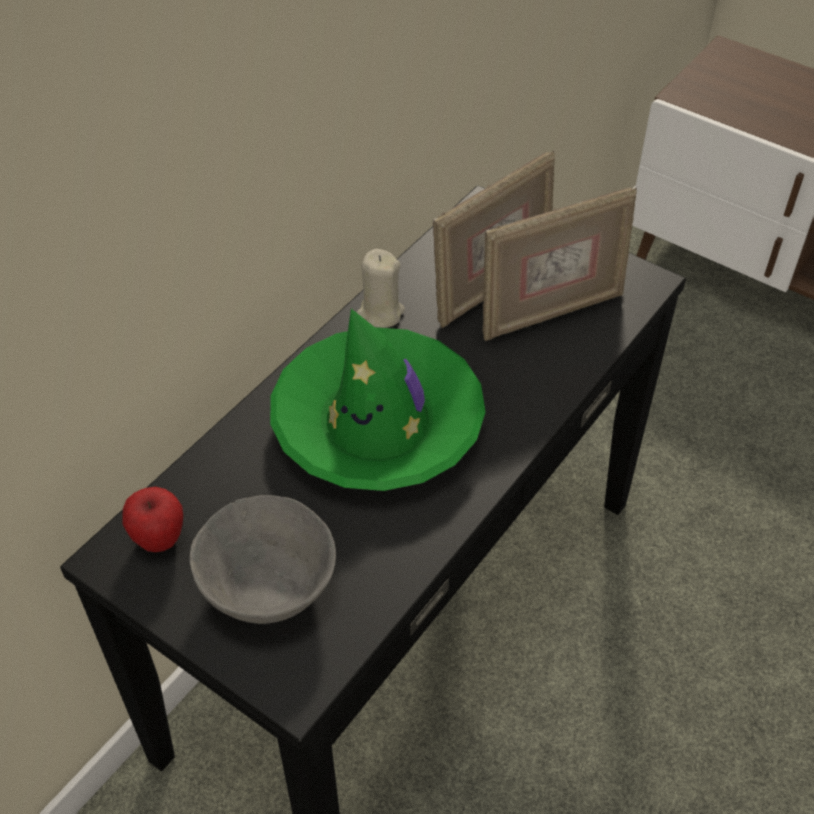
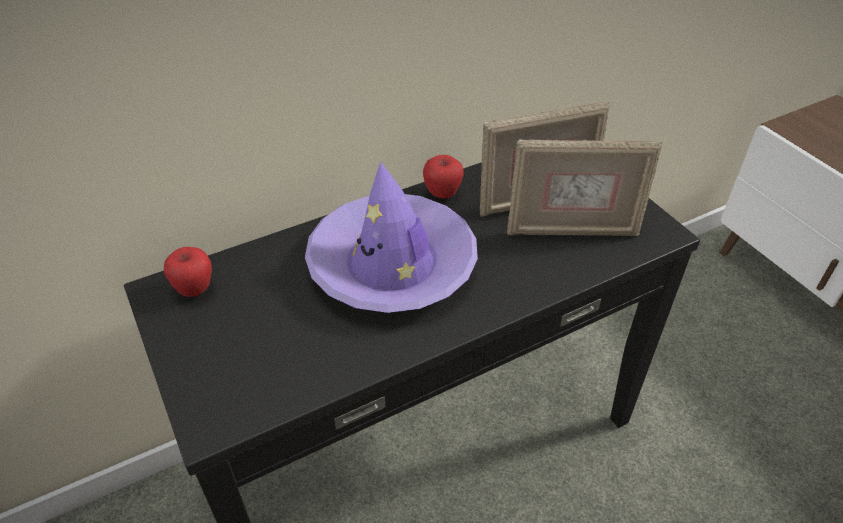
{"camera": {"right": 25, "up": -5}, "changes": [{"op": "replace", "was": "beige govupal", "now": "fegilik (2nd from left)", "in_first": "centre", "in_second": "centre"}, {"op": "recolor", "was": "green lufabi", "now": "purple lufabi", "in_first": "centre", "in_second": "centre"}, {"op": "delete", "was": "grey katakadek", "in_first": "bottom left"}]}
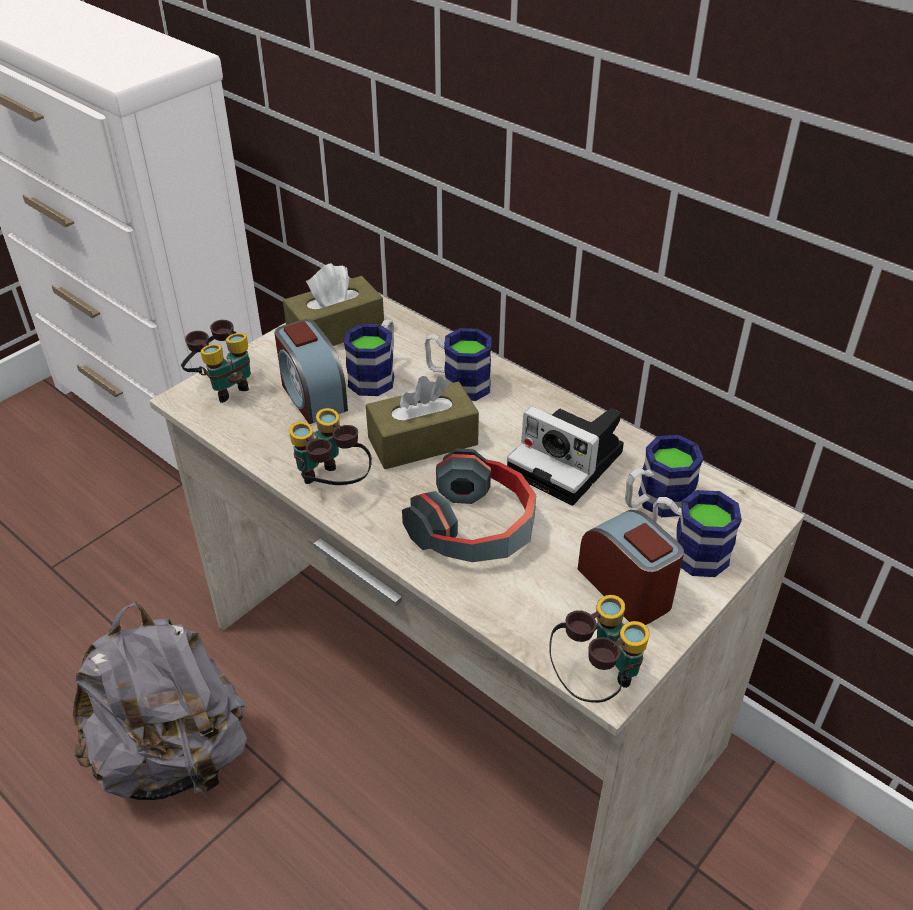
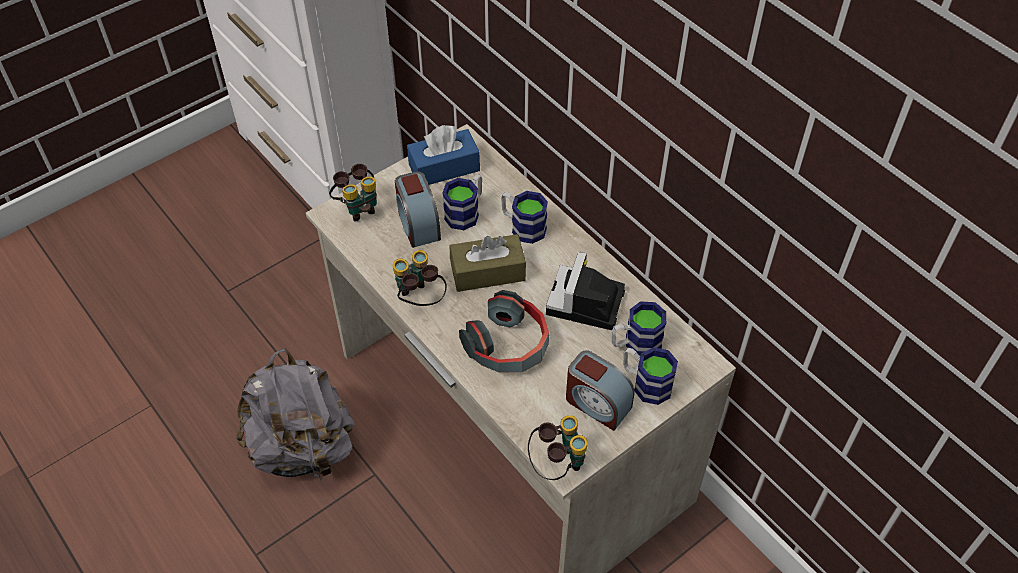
{"camera": {"right": 10, "up": 10}, "changes": [{"op": "recolor", "was": "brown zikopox (1st from left)", "now": "blue zikopox", "in_first": "centre", "in_second": "top centre"}, {"op": "rotate", "was": "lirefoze", "in_first": "centre", "in_second": "centre", "clockwise": 60}, {"op": "rotate", "was": "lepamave (2nd from left)", "in_first": "middle right", "in_second": "bottom centre", "clockwise": 150}]}
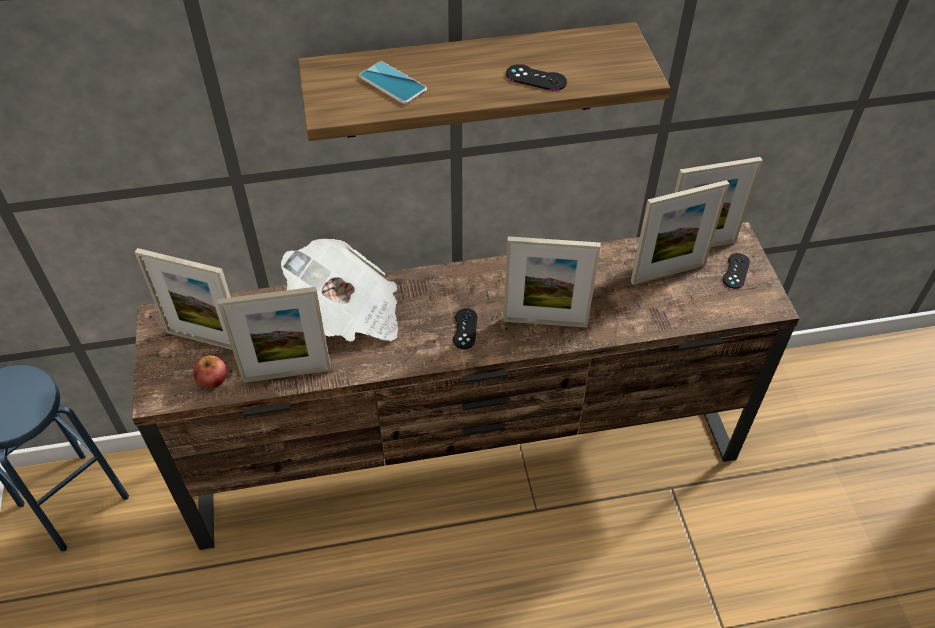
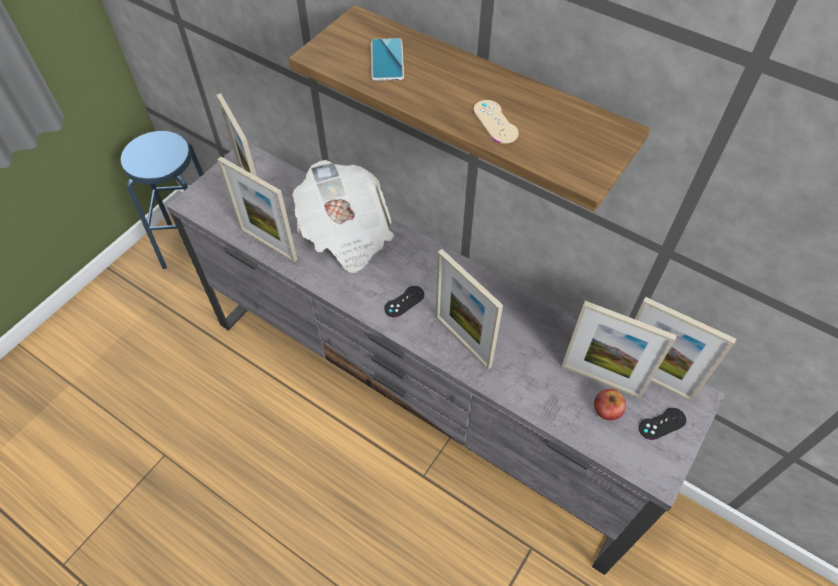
{"camera": {"right": 45, "up": 5}, "changes": [{"op": "recolor", "was": "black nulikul (2nd from left)", "now": "beige nulikul", "in_first": "top centre", "in_second": "top centre"}, {"op": "recolor", "was": "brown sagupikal", "now": "grey sagupikal", "in_first": "centre", "in_second": "centre"}, {"op": "move", "was": "fegilik", "in_first": "middle left", "in_second": "bottom right"}]}
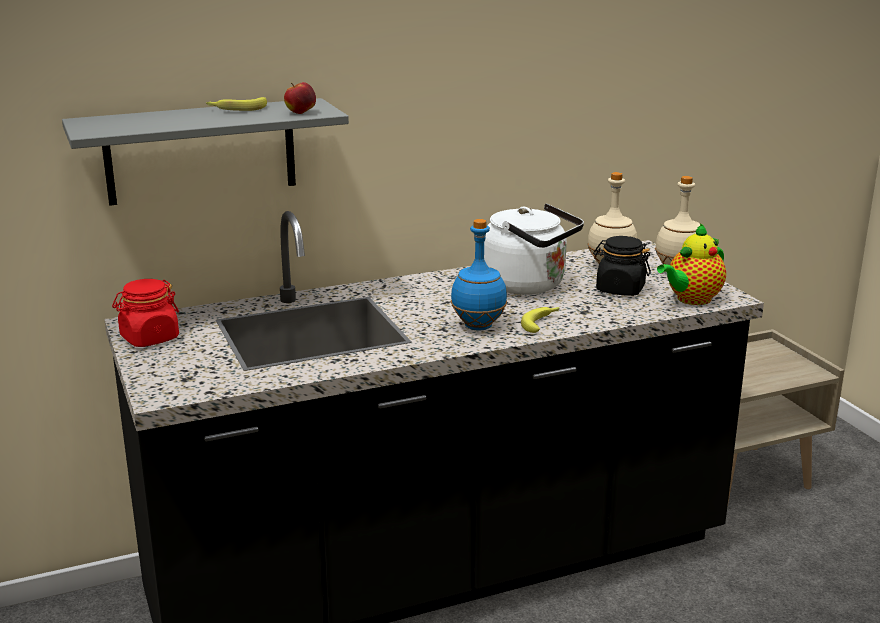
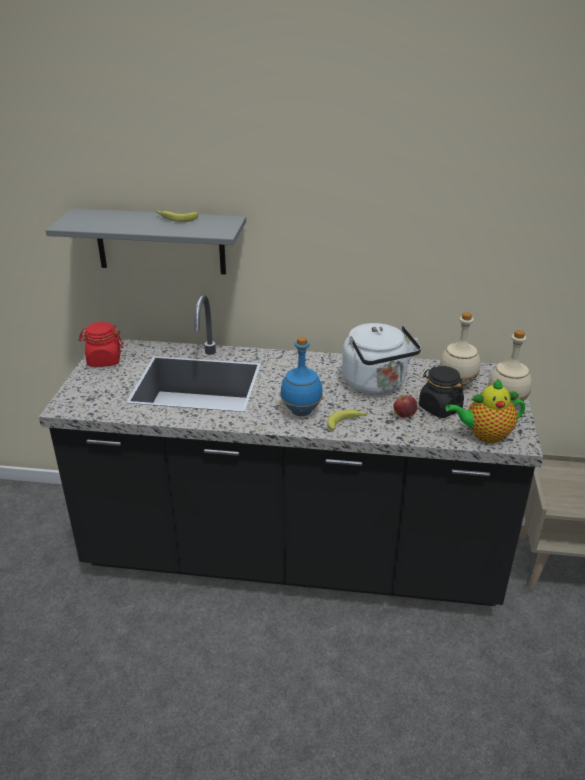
{"camera": {"right": 30, "up": 10}, "changes": [{"op": "move", "was": "fegilik", "in_first": "top centre", "in_second": "middle right"}]}
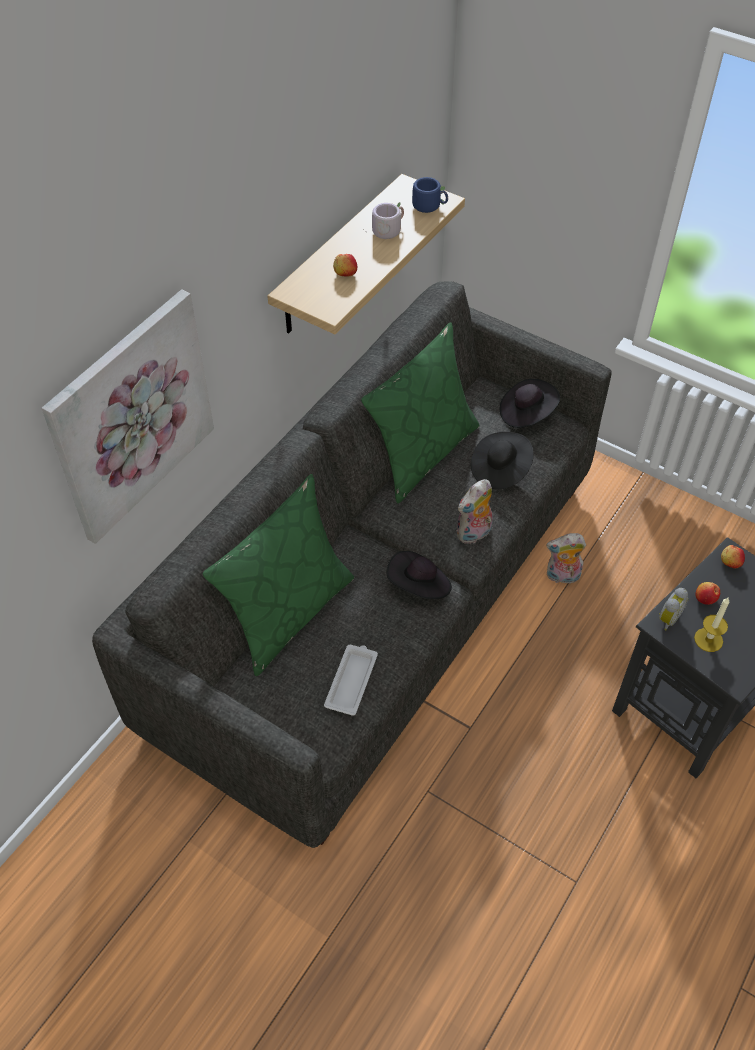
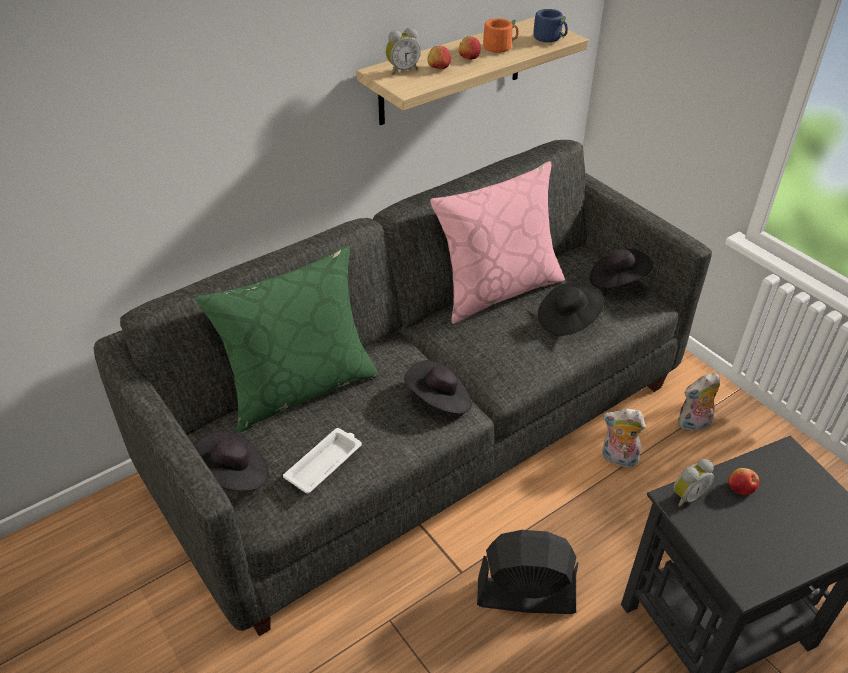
{"camera": {"right": 20, "up": -10}, "changes": [{"op": "recolor", "was": "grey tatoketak", "now": "orange tatoketak", "in_first": "top centre", "in_second": "top centre"}, {"op": "delete", "was": "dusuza", "in_first": "middle left"}, {"op": "recolor", "was": "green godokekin (2nd from left)", "now": "pink godokekin", "in_first": "centre", "in_second": "centre"}, {"op": "move", "was": "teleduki (1st from left in the first image)", "now": "teleduki (2nd from left)", "in_first": "centre", "in_second": "middle right"}, {"op": "move", "was": "fegilik (3rd from left in the first image)", "now": "fegilik (2nd from left)", "in_first": "middle right", "in_second": "top centre"}, {"op": "delete", "was": "govupal", "in_first": "middle right"}, {"op": "insert", "now": "lepamave (1st from left)", "in_second": "top centre"}, {"op": "insert", "now": "black lufabi (1st from left)", "in_second": "bottom left"}, {"op": "insert", "now": "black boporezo", "in_second": "bottom centre"}]}
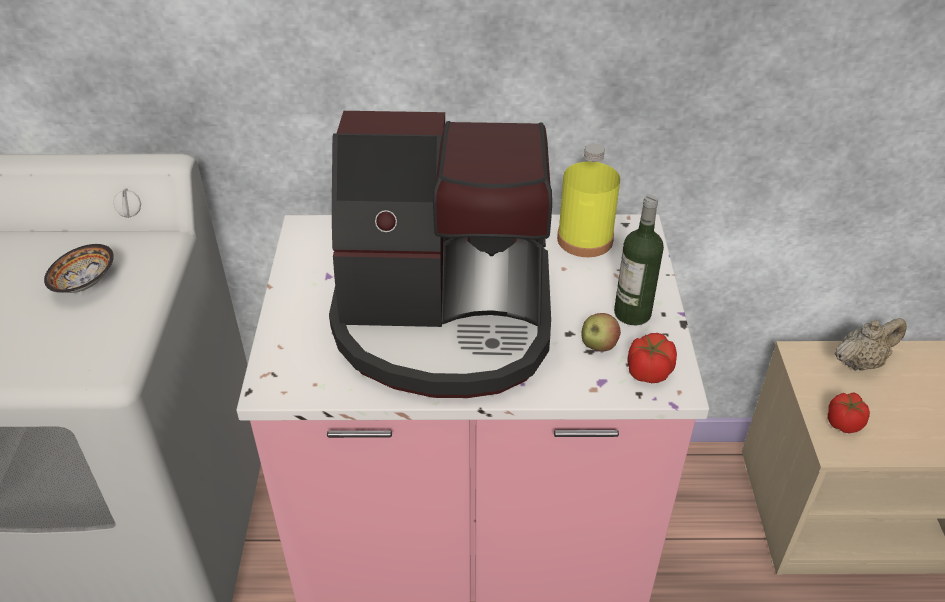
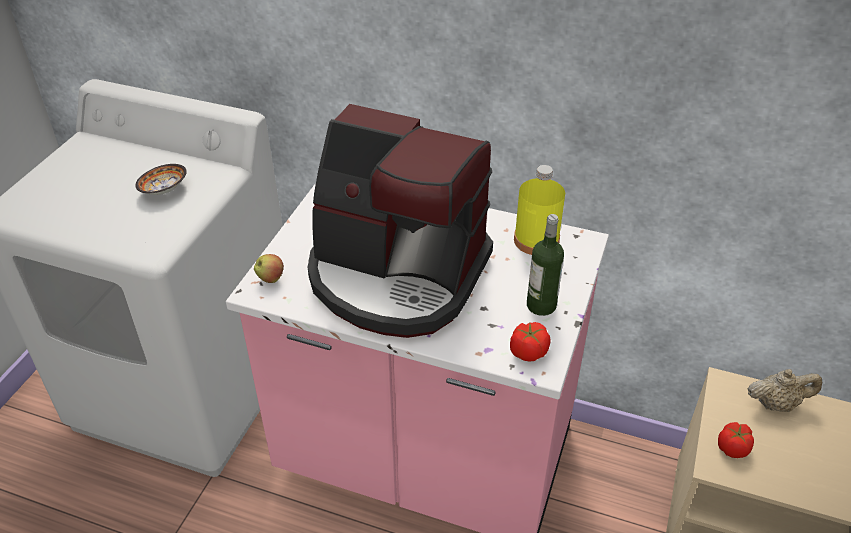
{"camera": {"right": 20, "up": 0}, "changes": [{"op": "move", "was": "fegilik", "in_first": "centre", "in_second": "middle left"}]}
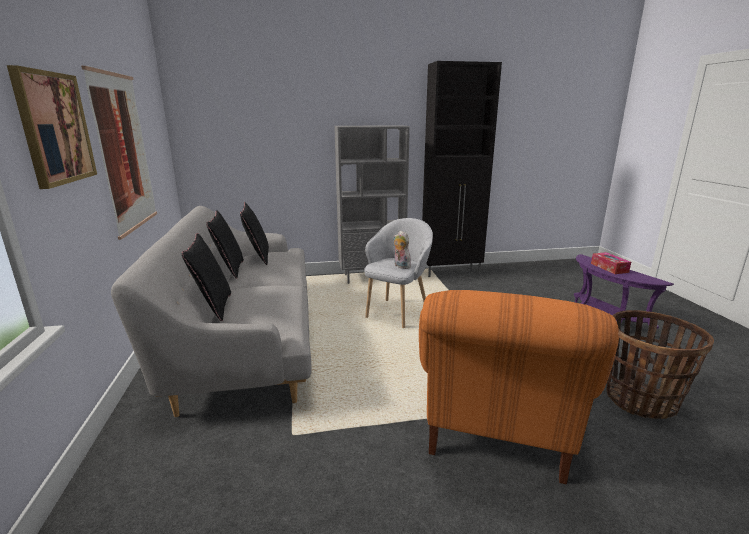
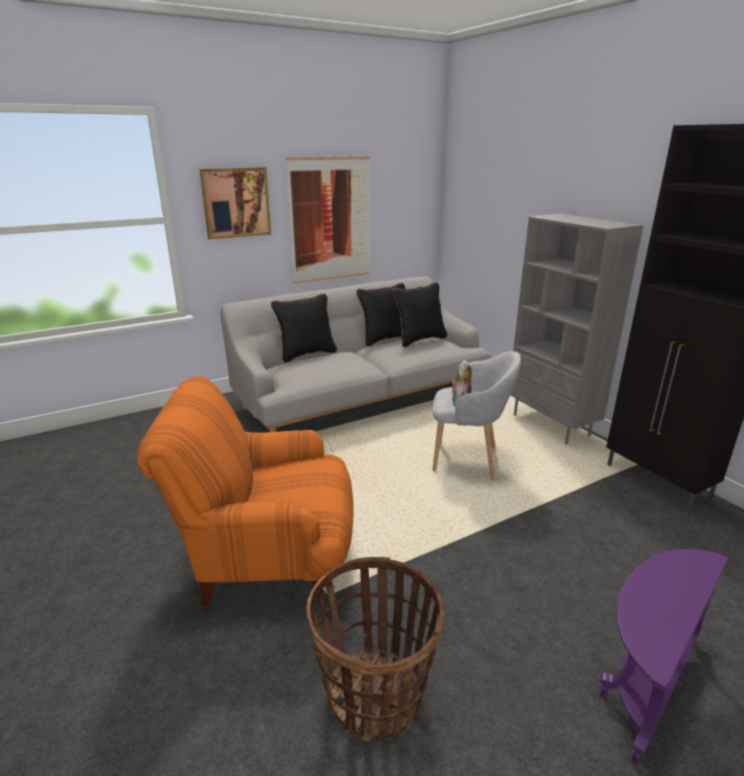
{"camera": {"right": 70, "up": 5}, "changes": [{"op": "delete", "was": "zikopox", "in_first": "middle right"}]}
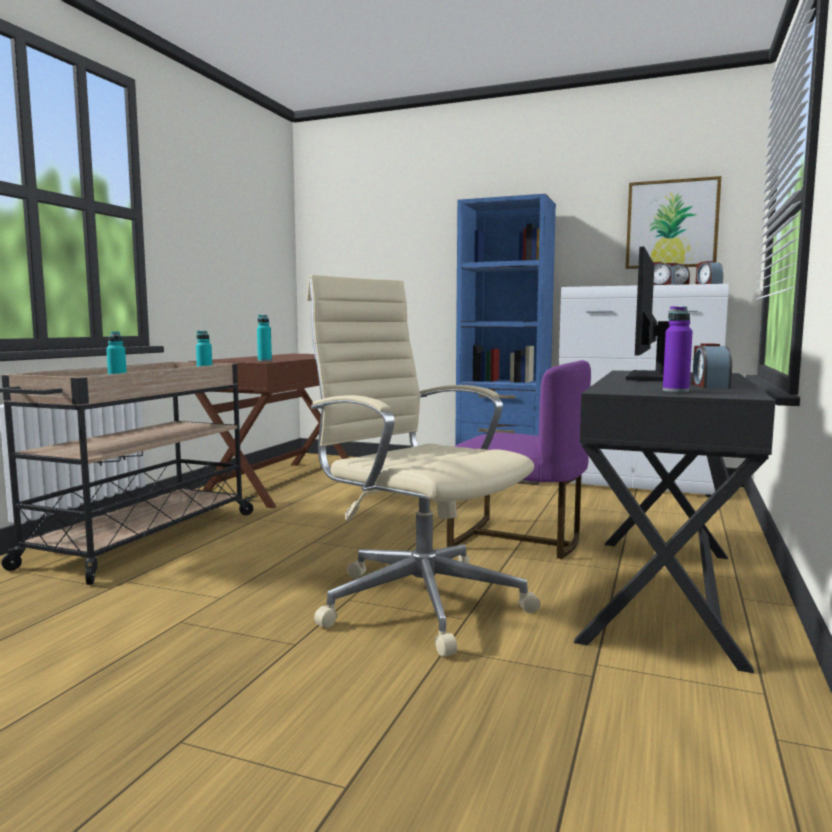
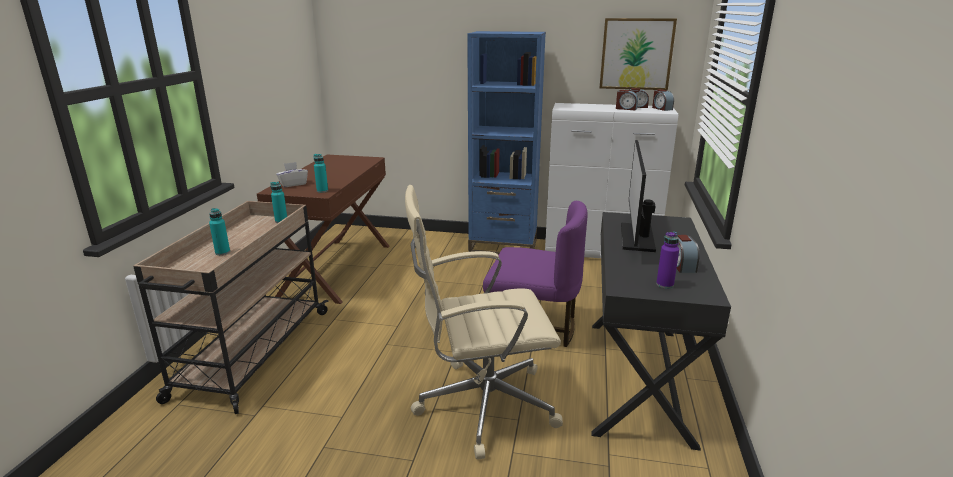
{"camera": {"right": -10, "up": 15}, "changes": [{"op": "rotate", "was": "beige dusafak", "in_first": "centre", "in_second": "bottom centre", "clockwise": -45}, {"op": "insert", "now": "white zikopox", "in_second": "middle left"}]}
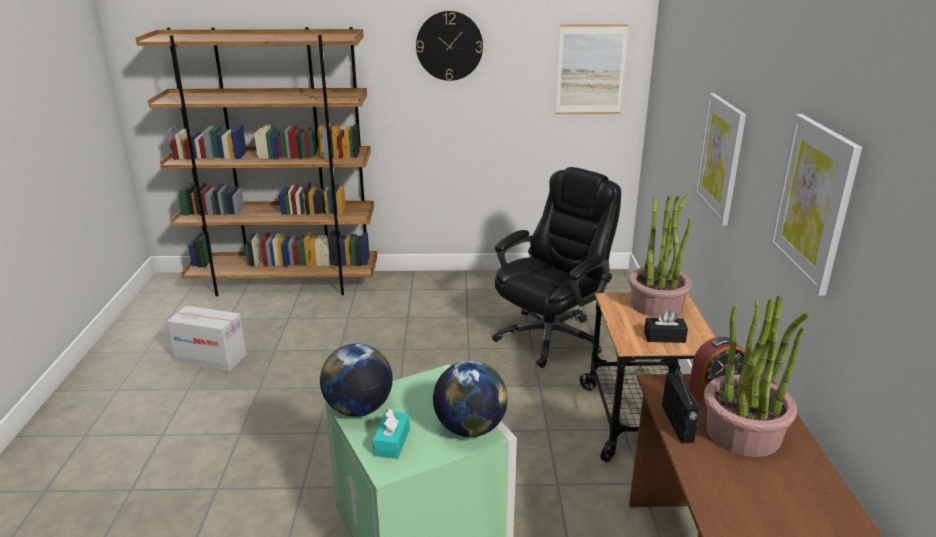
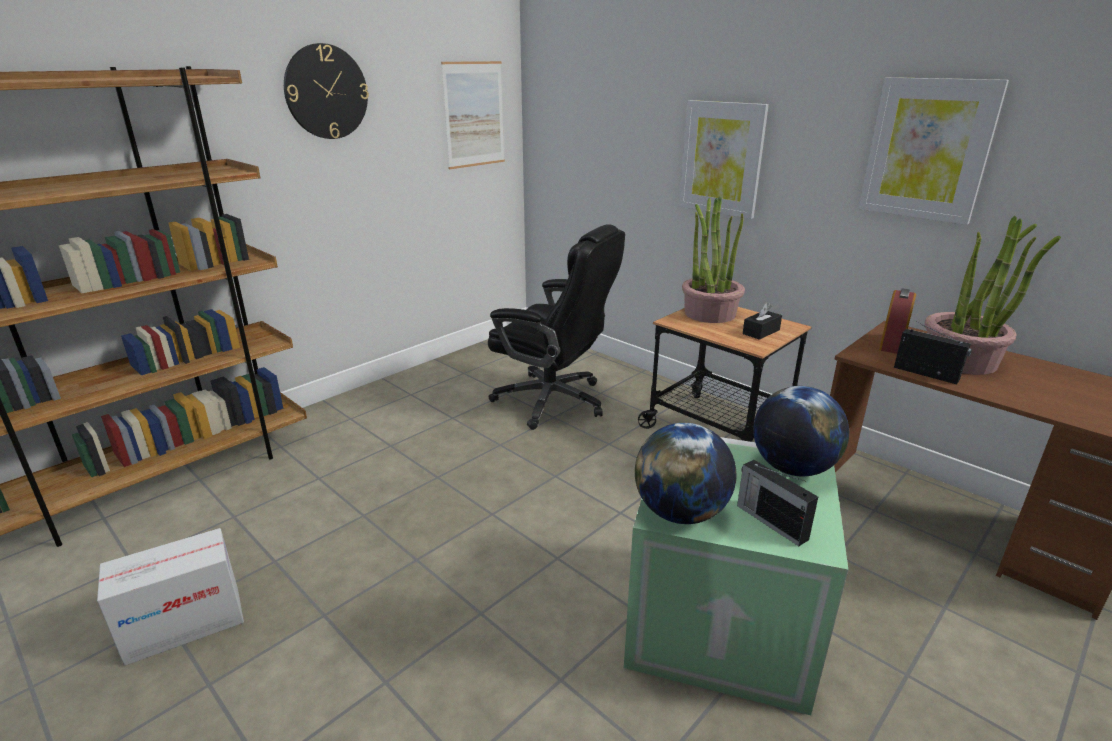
{"camera": {"right": -45, "up": 0}, "changes": [{"op": "rotate", "was": "black dusafak", "in_first": "centre", "in_second": "centre", "clockwise": 120}, {"op": "replace", "was": "turquoise zikopox", "now": "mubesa (1st from left)", "in_first": "bottom centre", "in_second": "bottom right"}]}
